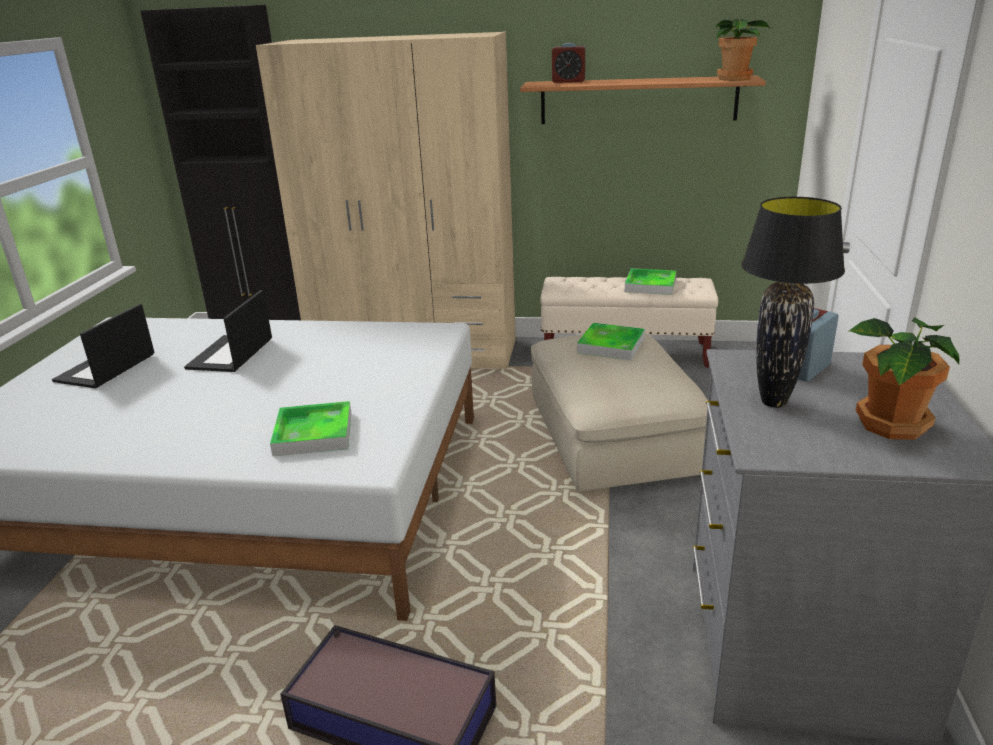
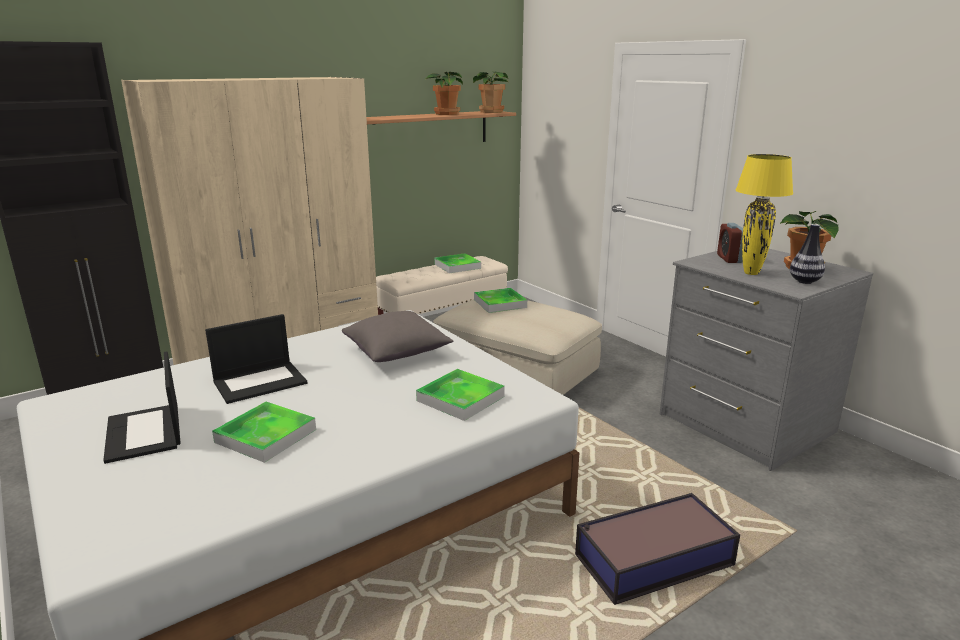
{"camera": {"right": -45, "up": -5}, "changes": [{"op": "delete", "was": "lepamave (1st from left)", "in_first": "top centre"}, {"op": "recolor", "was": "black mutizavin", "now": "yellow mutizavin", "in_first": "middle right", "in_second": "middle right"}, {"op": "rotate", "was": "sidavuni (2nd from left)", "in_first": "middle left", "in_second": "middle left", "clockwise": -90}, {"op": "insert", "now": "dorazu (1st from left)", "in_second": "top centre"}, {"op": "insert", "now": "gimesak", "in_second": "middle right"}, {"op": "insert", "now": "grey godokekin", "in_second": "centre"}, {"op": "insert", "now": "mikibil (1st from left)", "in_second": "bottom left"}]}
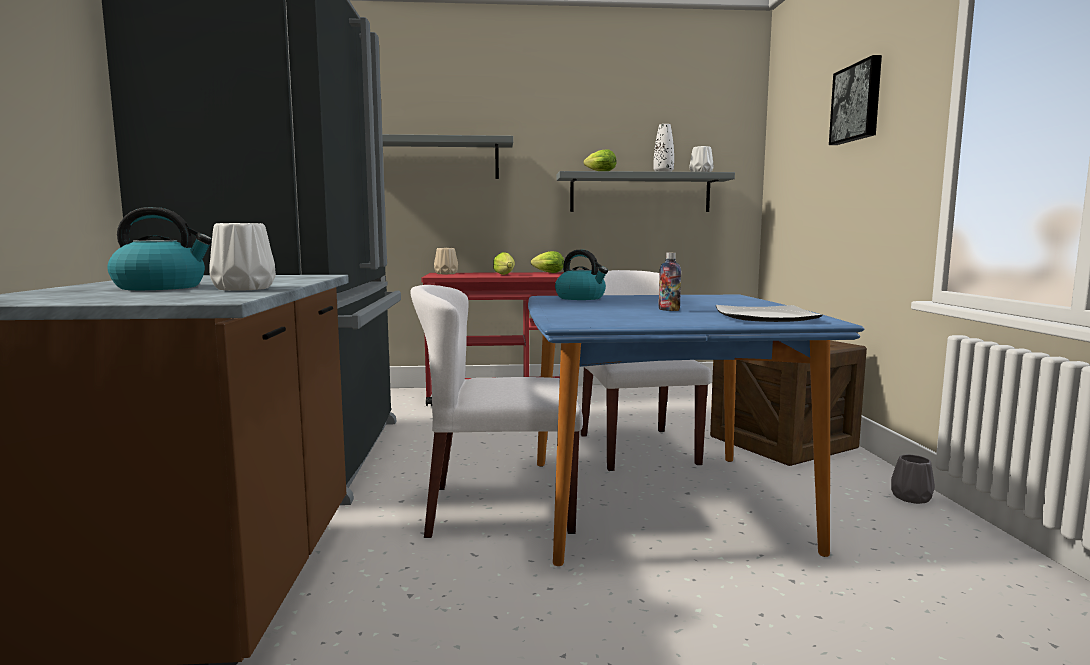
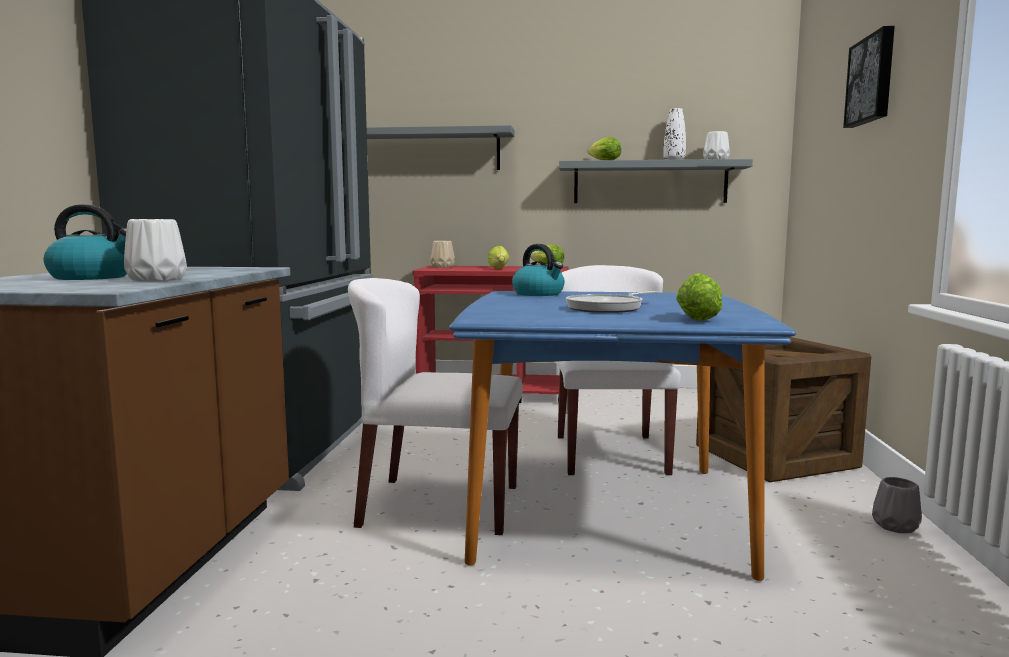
{"camera": {"right": 10, "up": 0}, "changes": [{"op": "replace", "was": "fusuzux", "now": "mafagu", "in_first": "centre", "in_second": "centre"}, {"op": "replace", "was": "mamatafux", "now": "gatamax (4th from left)", "in_first": "middle right", "in_second": "middle right"}]}
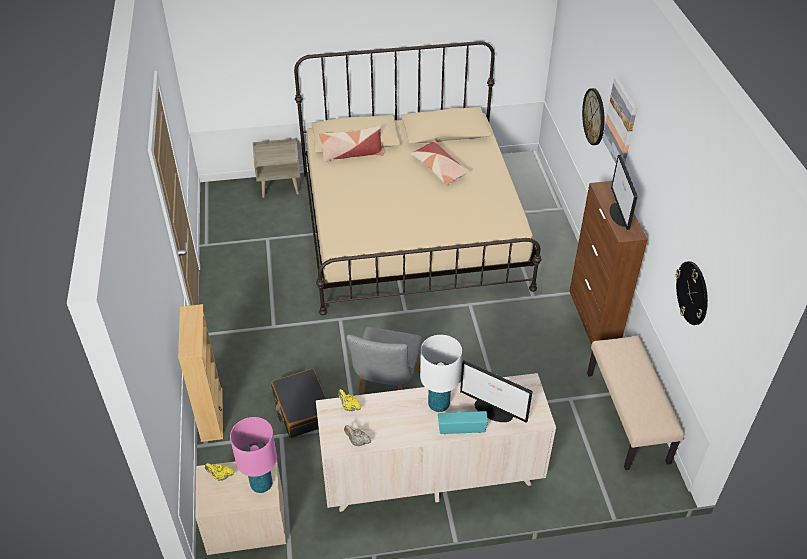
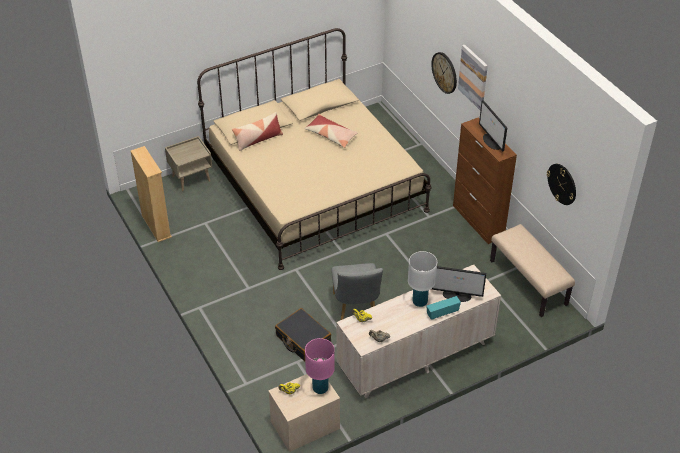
{"camera": {"right": -20, "up": 0}, "changes": [{"op": "move", "was": "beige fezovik", "in_first": "bottom left", "in_second": "middle left"}]}
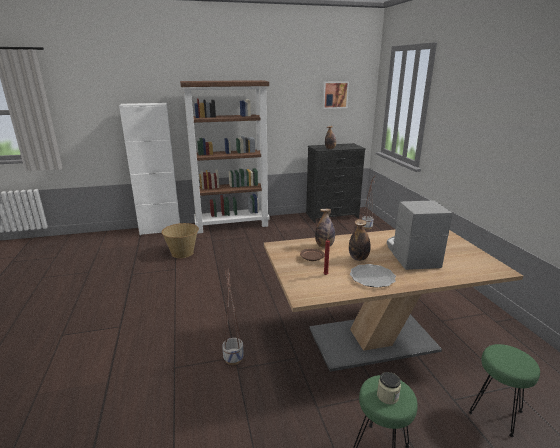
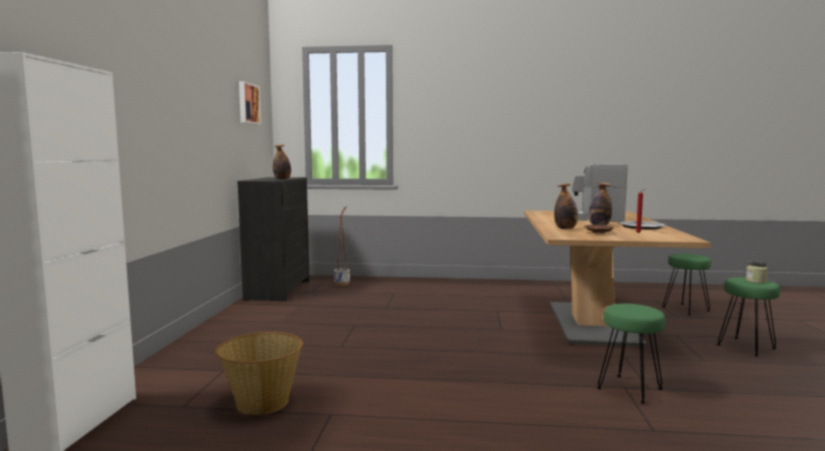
{"camera": {"right": -70, "up": -15}, "changes": [{"op": "delete", "was": "brown fezovik", "in_first": "centre"}, {"op": "replace", "was": "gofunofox (1st from left)", "now": "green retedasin (1st from left)", "in_first": "bottom centre", "in_second": "bottom right"}]}
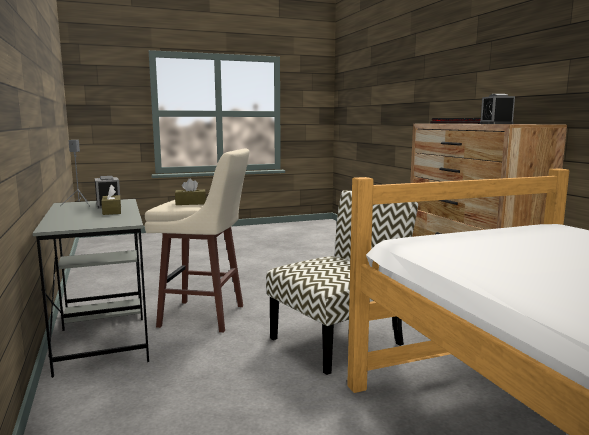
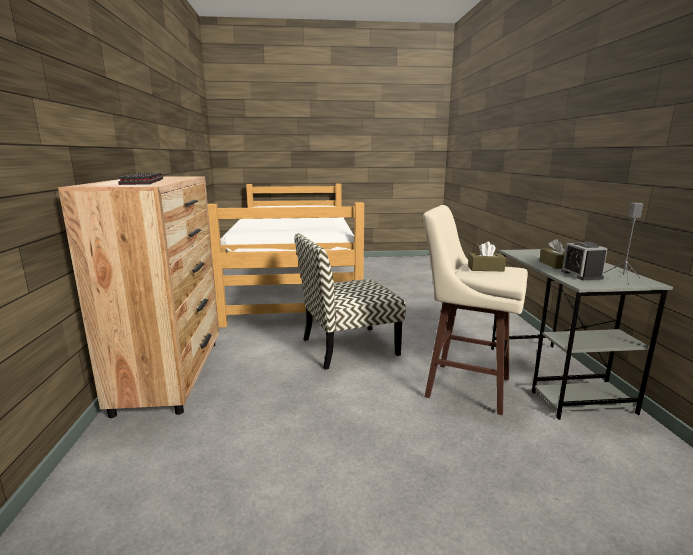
{"camera": {"right": -165, "up": 5}, "changes": [{"op": "delete", "was": "lepamave (2nd from left)", "in_first": "top right"}]}
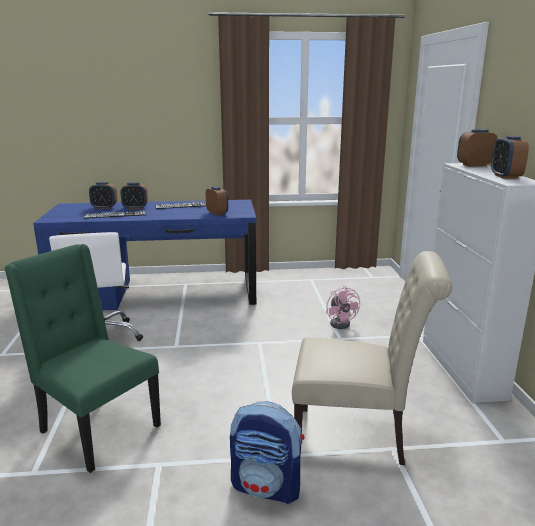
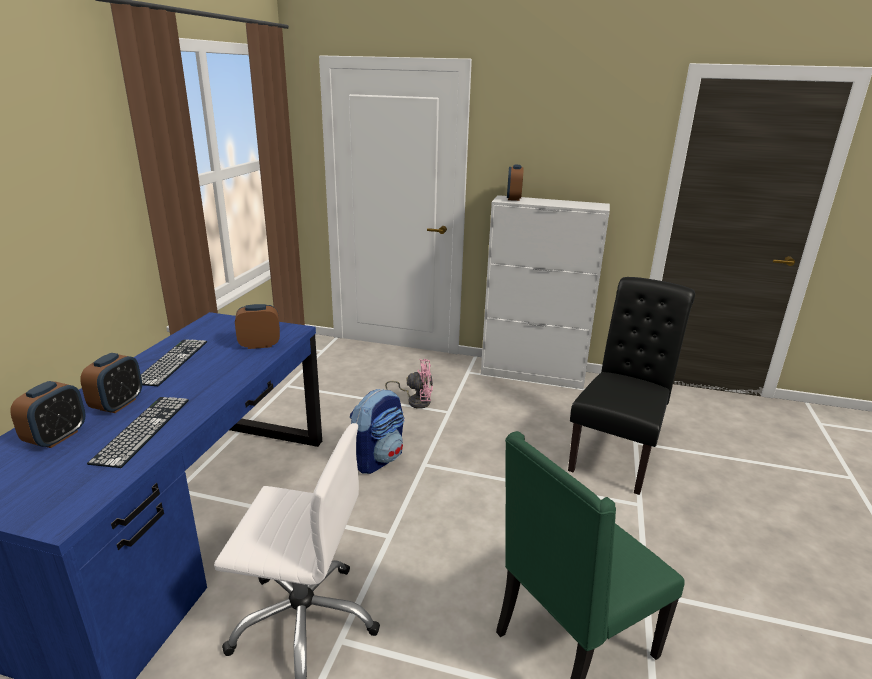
{"camera": {"right": -70, "up": 5}, "changes": [{"op": "delete", "was": "lepamave (5th from left)", "in_first": "top right"}, {"op": "recolor", "was": "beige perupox", "now": "black perupox", "in_first": "bottom right", "in_second": "middle right"}, {"op": "move", "was": "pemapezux", "in_first": "bottom centre", "in_second": "centre"}]}
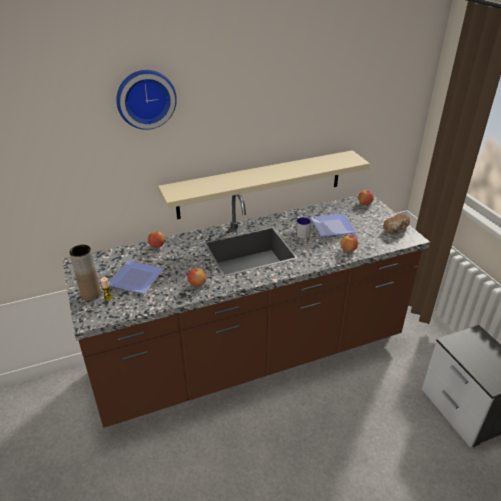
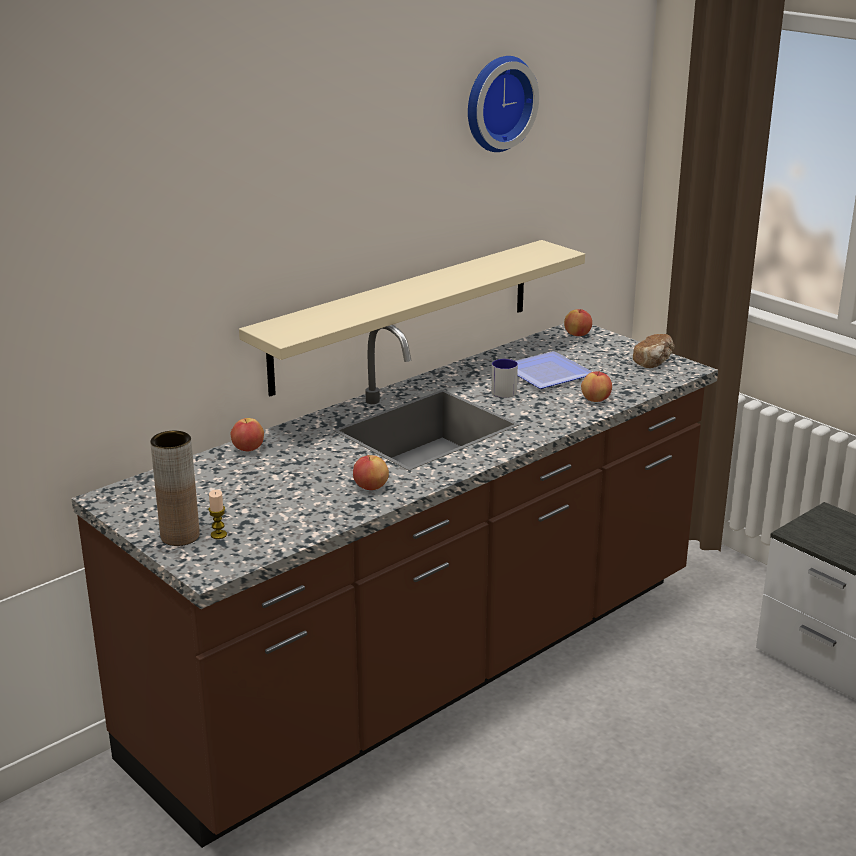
{"camera": {"right": -20, "up": -10}, "changes": [{"op": "move", "was": "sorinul", "in_first": "top left", "in_second": "top centre"}, {"op": "delete", "was": "mamatafux (1st from left)", "in_first": "middle left"}]}
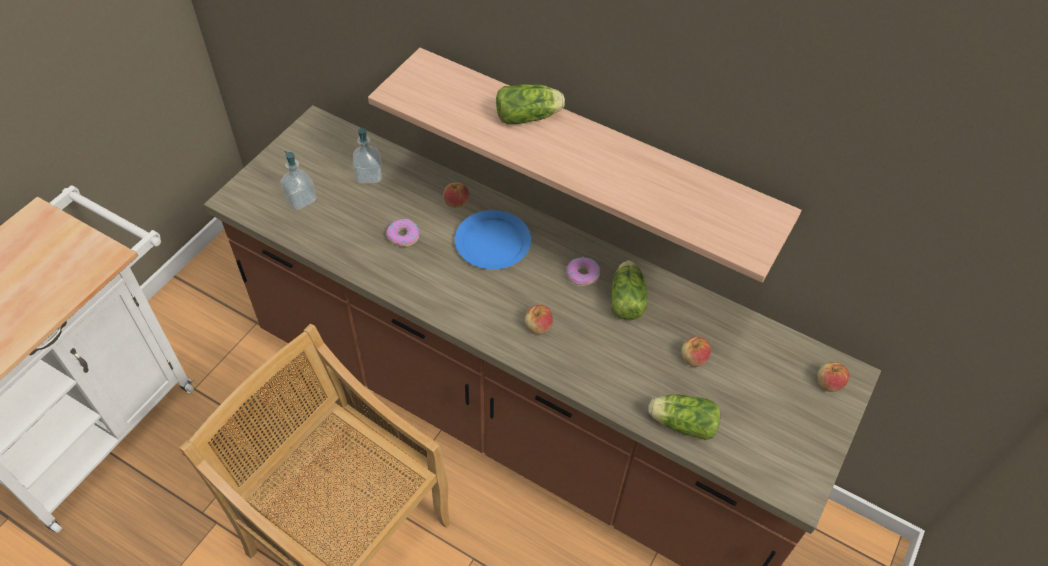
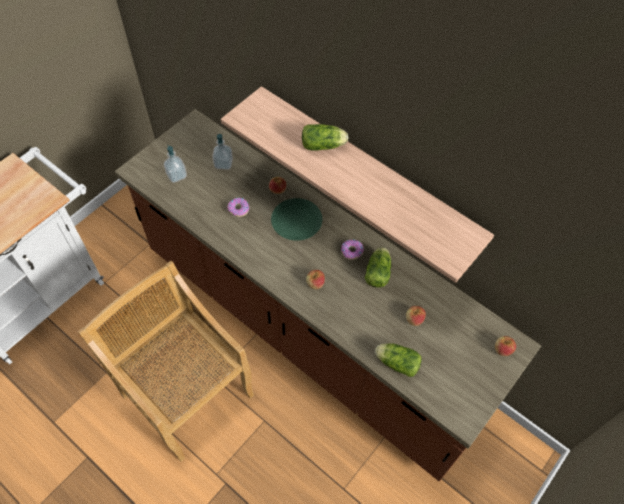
{"camera": {"right": 10, "up": 5}, "changes": [{"op": "recolor", "was": "blue mamatafux", "now": "green mamatafux", "in_first": "centre", "in_second": "centre"}]}
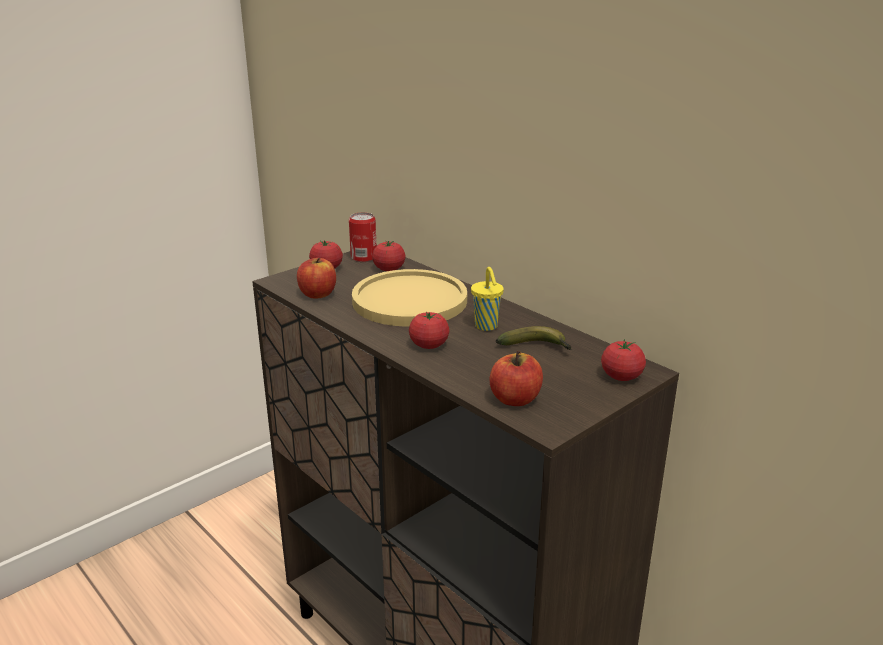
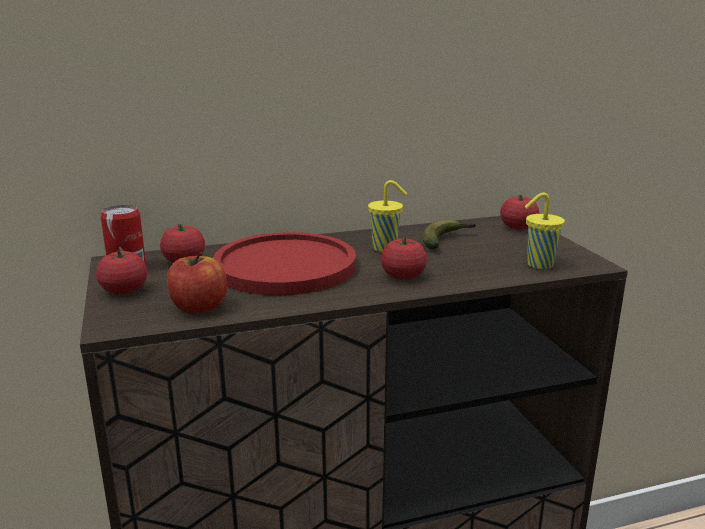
{"camera": {"right": -65, "up": -5}, "changes": [{"op": "recolor", "was": "yellow mamatafux", "now": "red mamatafux", "in_first": "centre", "in_second": "centre"}, {"op": "replace", "was": "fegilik (2nd from left)", "now": "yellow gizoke (2nd from left)", "in_first": "centre", "in_second": "middle right"}]}
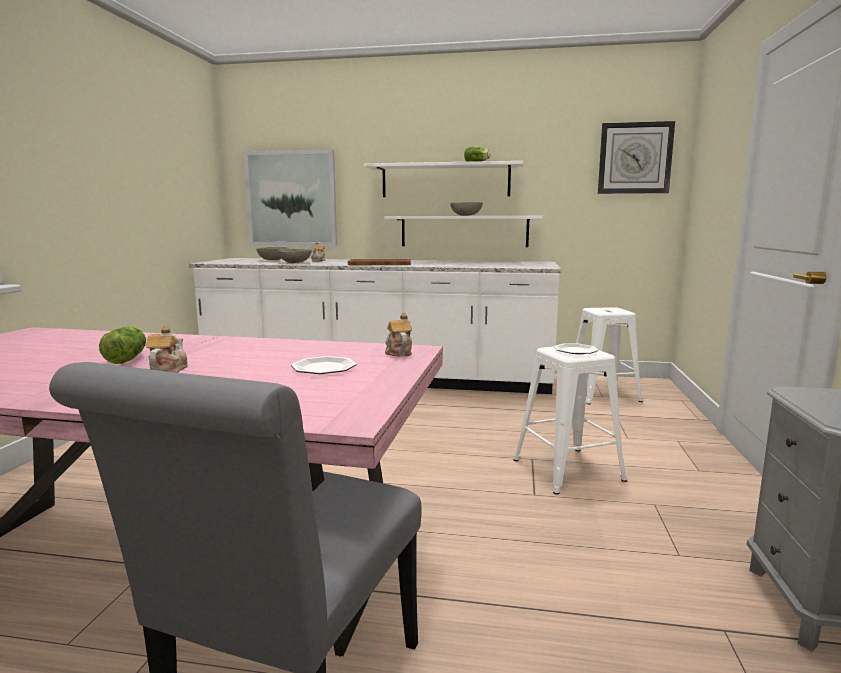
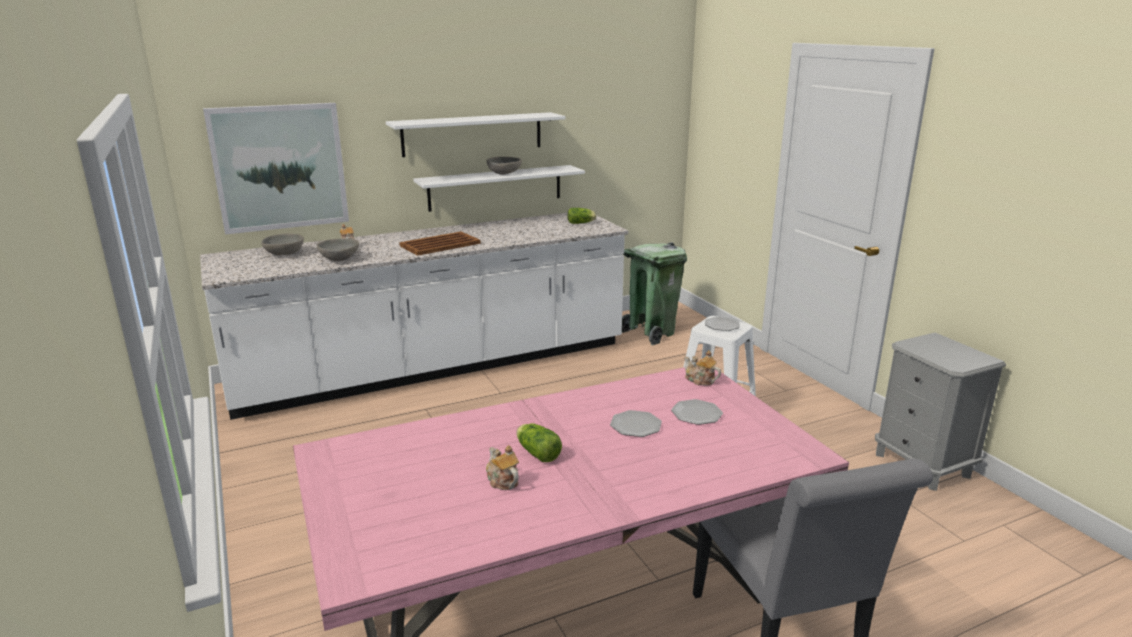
{"camera": {"right": -35, "up": 10}, "changes": [{"op": "delete", "was": "sorinul", "in_first": "top right"}, {"op": "move", "was": "gatamax (2nd from left)", "in_first": "top centre", "in_second": "centre"}, {"op": "replace", "was": "white retedasin (2nd from left)", "now": "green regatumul", "in_first": "middle right", "in_second": "centre"}, {"op": "move", "was": "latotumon (1st from left in the first image)", "now": "latotumon (2nd from left)", "in_first": "middle left", "in_second": "bottom centre"}, {"op": "insert", "now": "mamatafux (1st from left)", "in_second": "centre"}]}
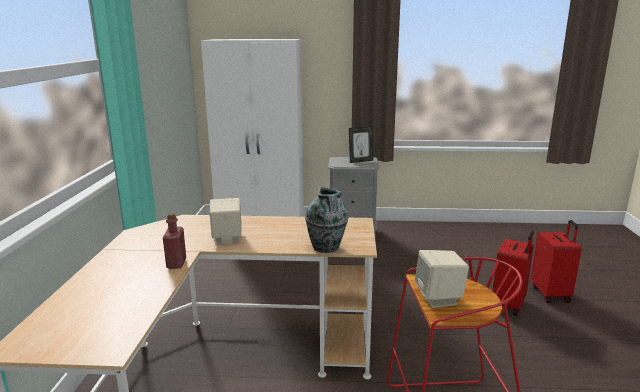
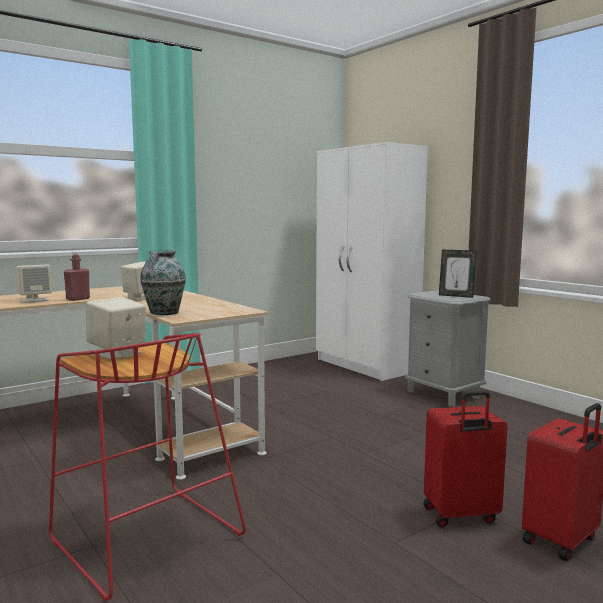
{"camera": {"right": 50, "up": -10}, "changes": [{"op": "insert", "now": "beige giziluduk (1st from left)", "in_second": "middle left"}]}
